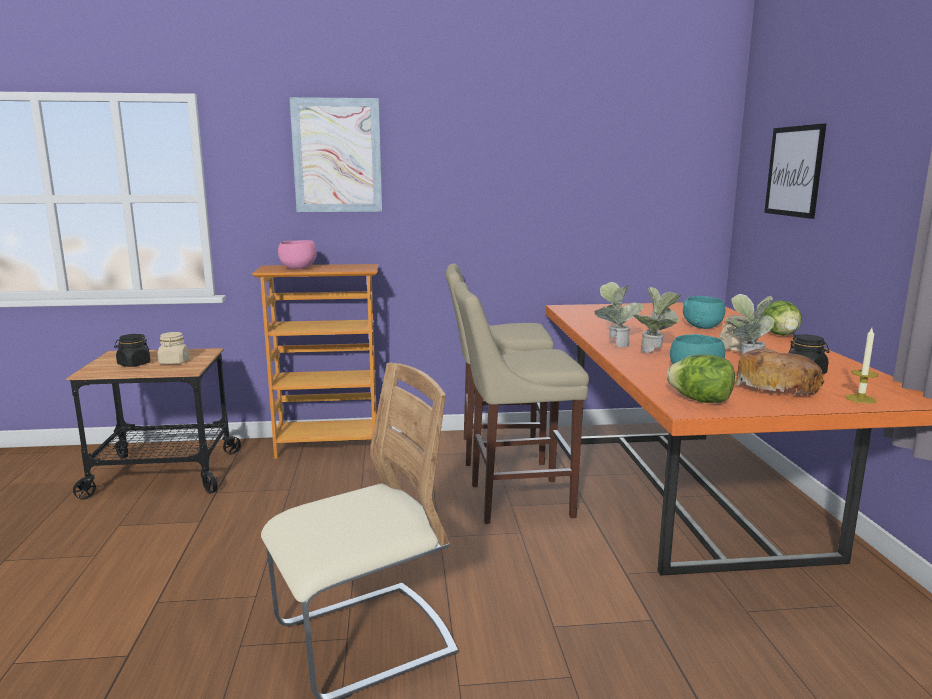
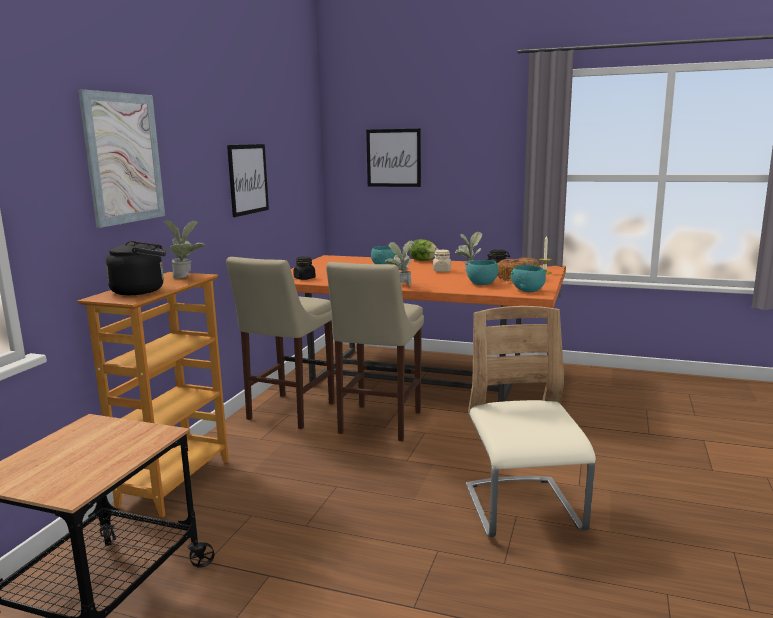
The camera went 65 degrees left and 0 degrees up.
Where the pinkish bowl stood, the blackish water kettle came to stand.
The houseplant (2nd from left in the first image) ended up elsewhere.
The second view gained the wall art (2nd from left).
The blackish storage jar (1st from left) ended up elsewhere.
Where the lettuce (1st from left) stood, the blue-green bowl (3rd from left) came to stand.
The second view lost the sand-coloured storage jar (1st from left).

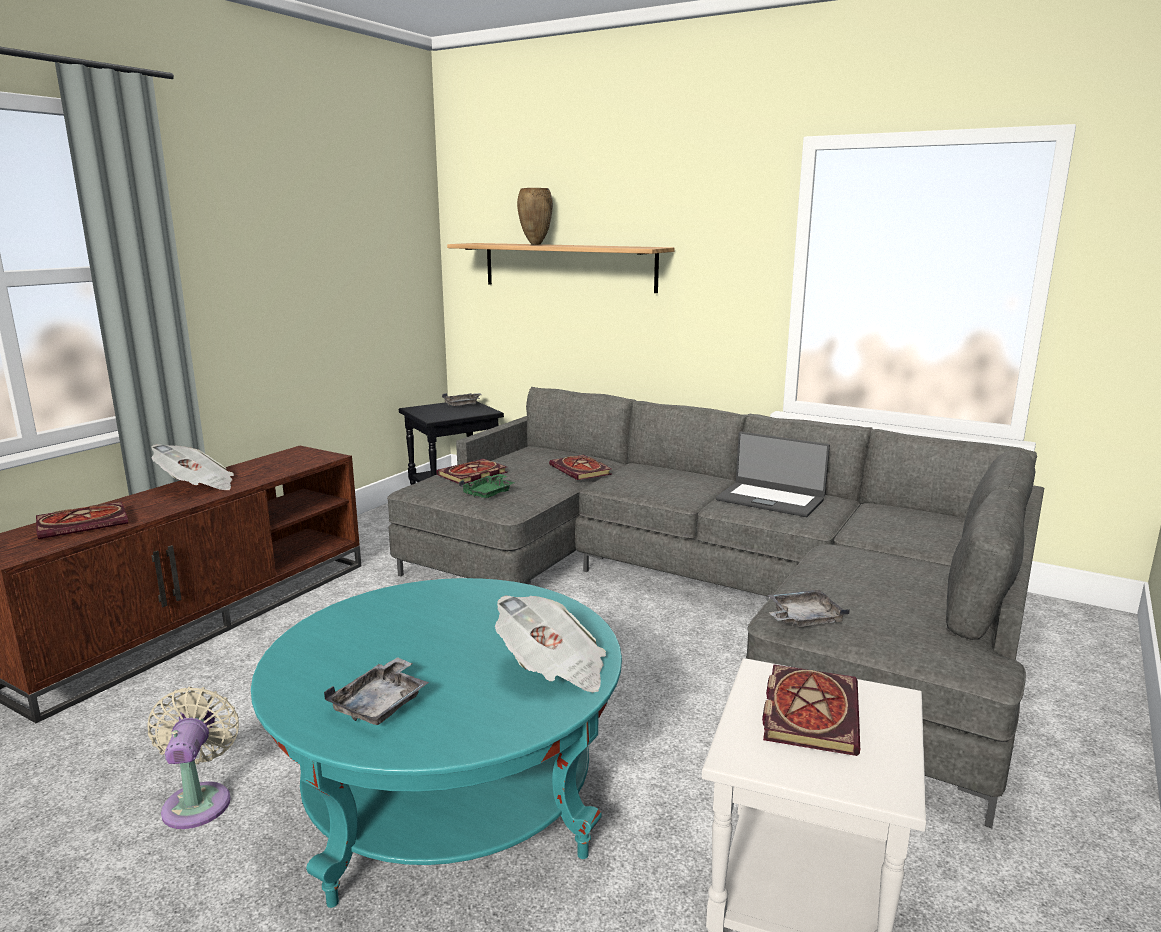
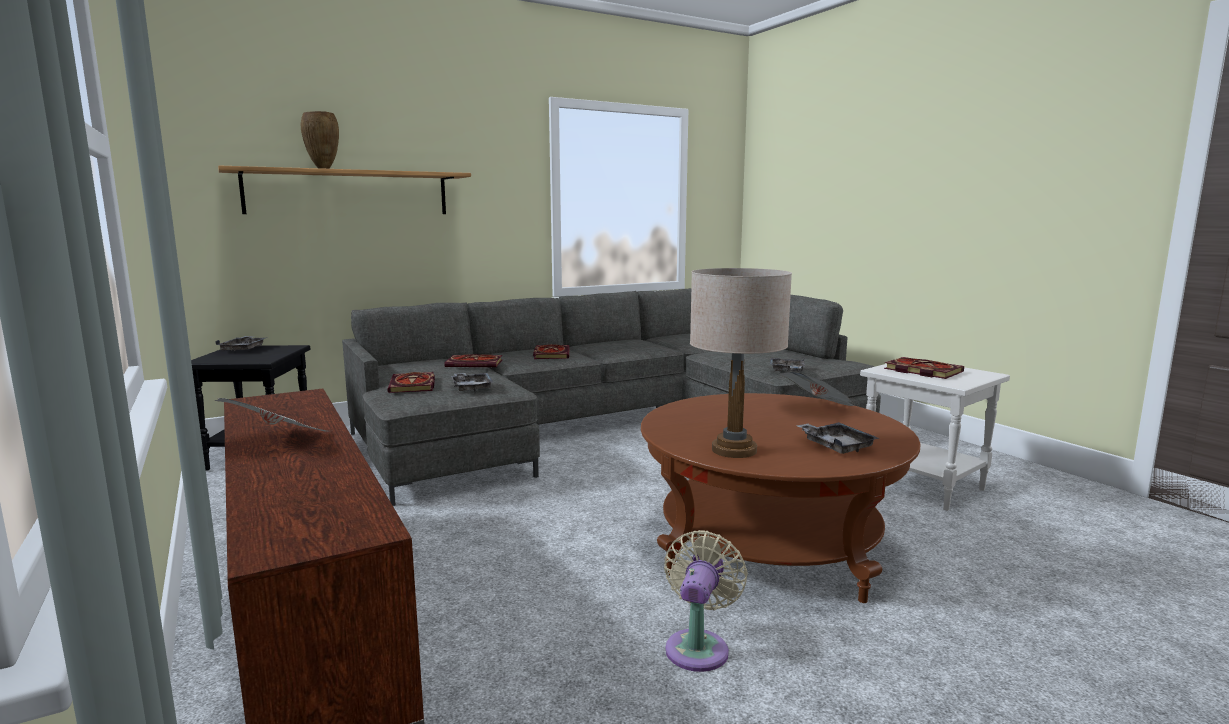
The camera went 60 degrees left and 5 degrees down.
What was the green carrying tray turned into the gray carrying tray (2nd from left).
The bound book (1st from left in the first image) ended up elsewhere.
What was the blue-green low table turned into the brownish low table.
The sand-coloured fan ended up facing another way, 90 degrees clockwise from before.
The second view gained the sand-coloured table lamp.
The second view lost the portable computer.

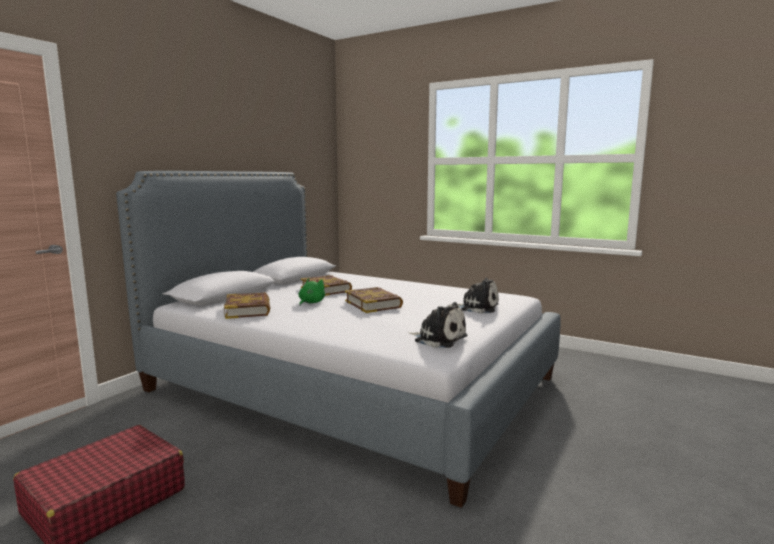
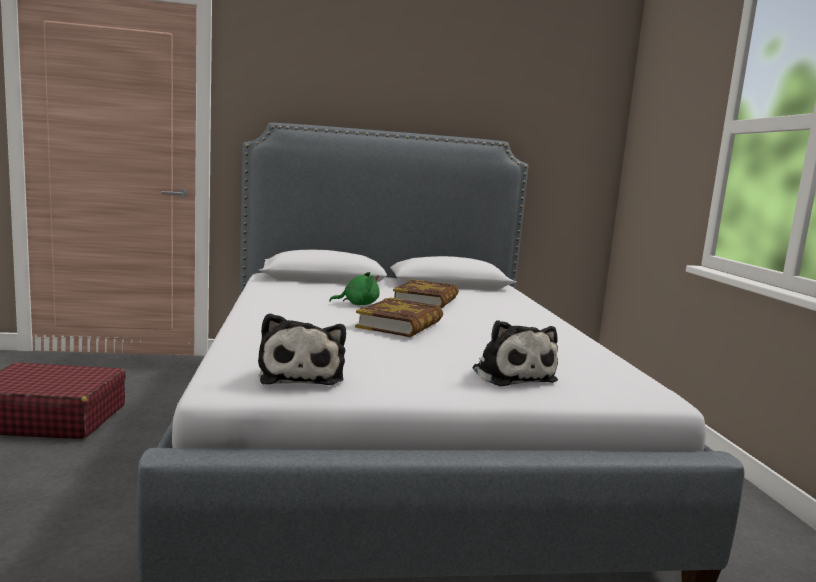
The camera went 50 degrees right and 0 degrees up.
The second view lost the bound book (1st from left).

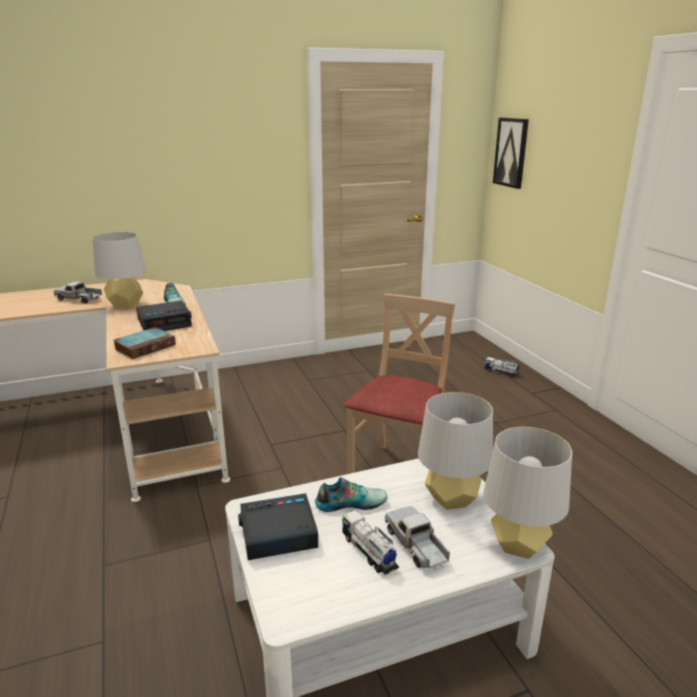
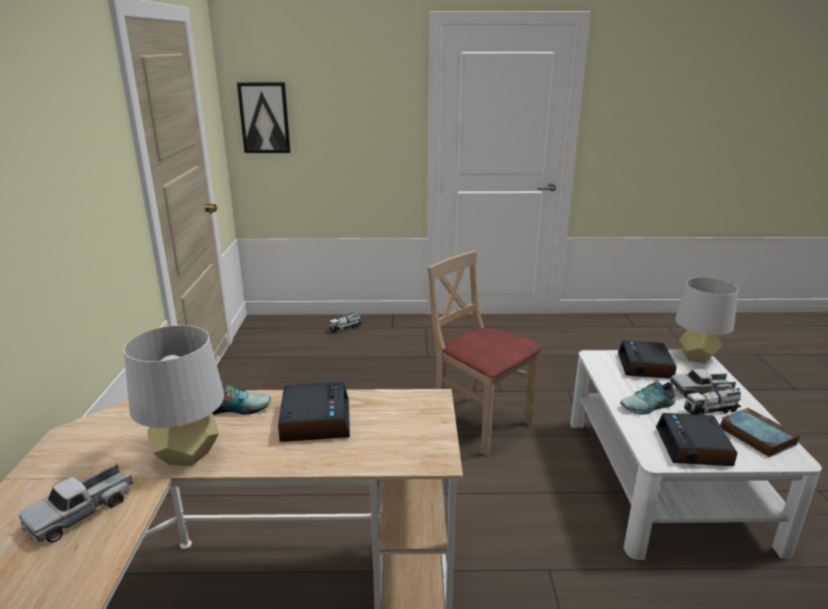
The camera went 70 degrees left and 0 degrees up.
Where the gray table lamp (2nd from left) stood, the alarm clock (2nd from left) came to stand.
The shoe (2nd from left) ended up facing another way, 120 degrees counterclockwise from before.
The bound book ended up elsewhere.

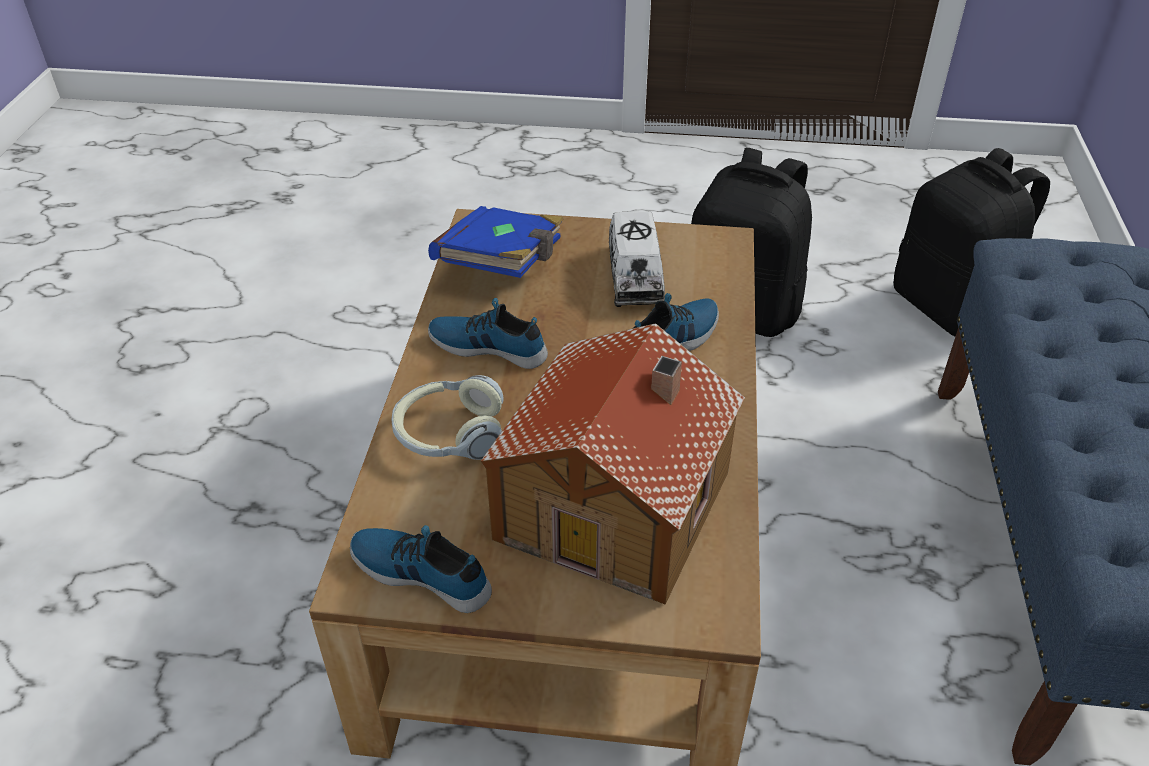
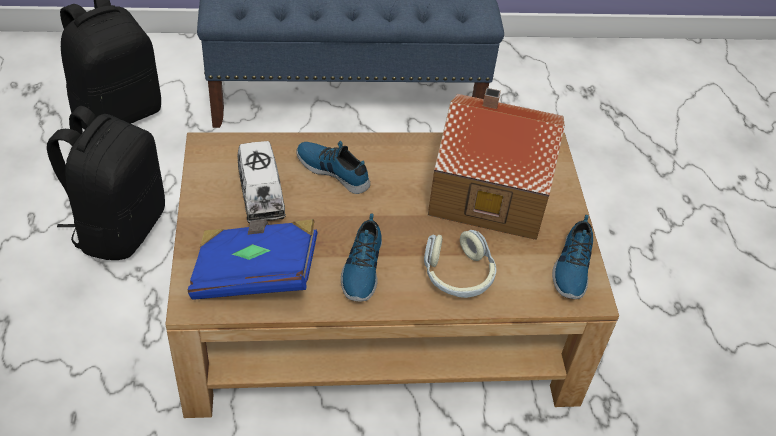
The camera went 105 degrees left and 5 degrees up.
The toy truck ended up facing another way, 90 degrees clockwise from before.

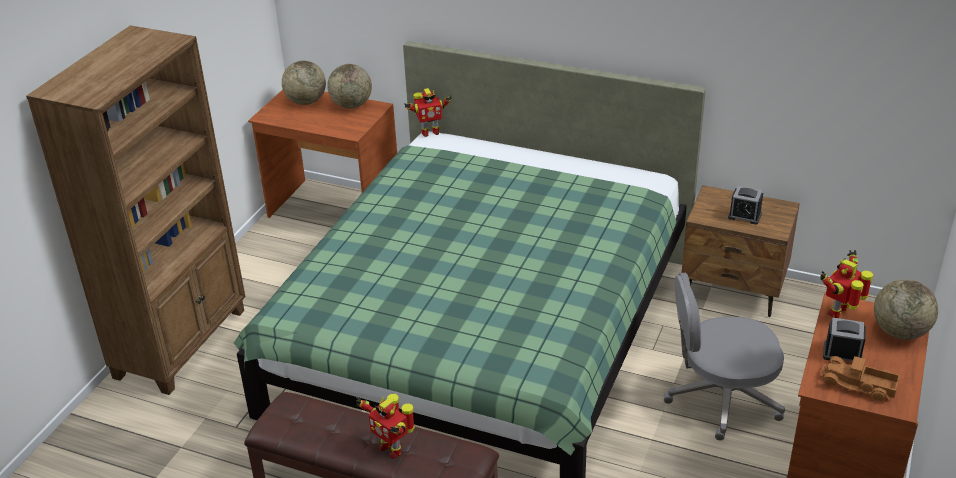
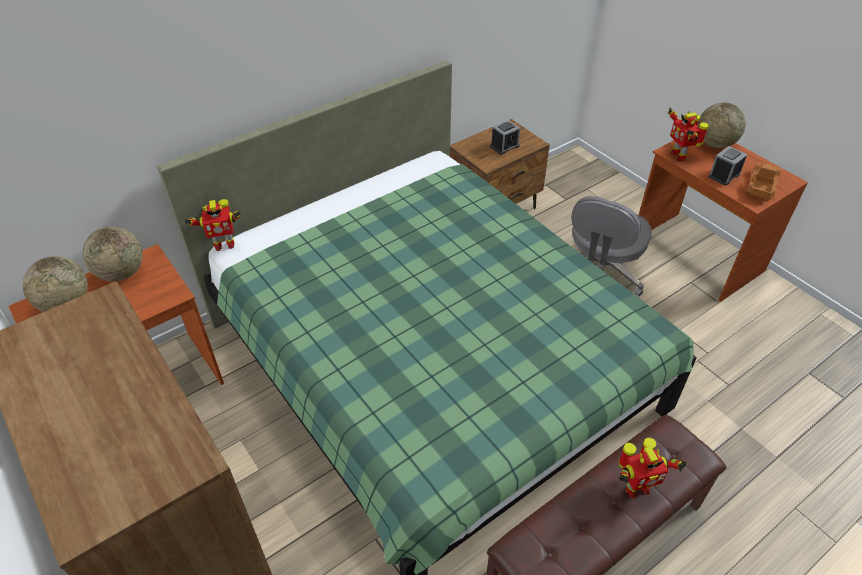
The camera went 60 degrees left and 10 degrees up.
The toy robot (2nd from left in the first image) ended up facing another way, 60 degrees clockwise from before.
The toy truck ended up facing another way, 150 degrees clockwise from before.

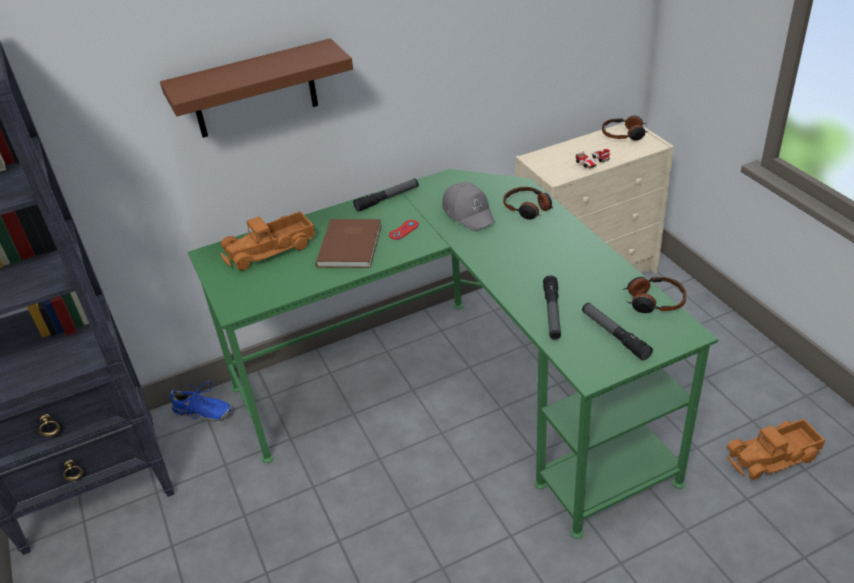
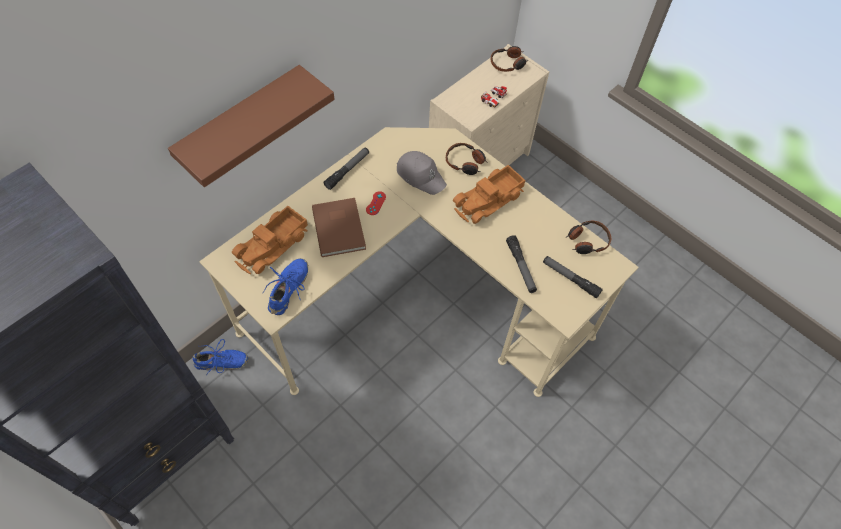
The camera went 25 degrees left and 20 degrees up.
What was the green desk unit turned into the sand-coloured desk unit.
The second view gained the blue-coloured shoe (2nd from left).
The toy truck (2nd from left) ended up elsewhere.

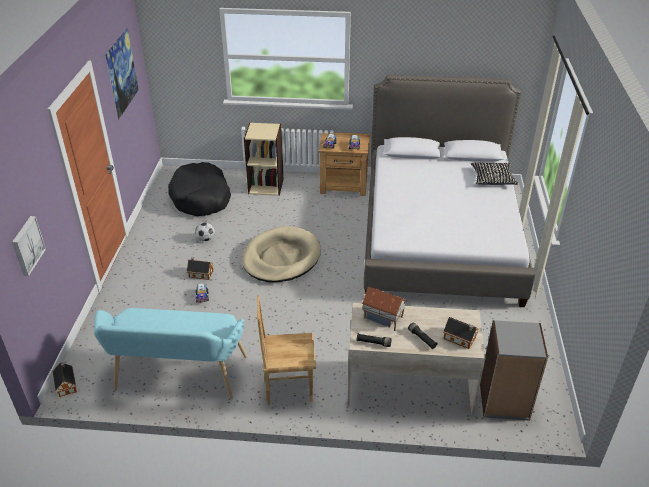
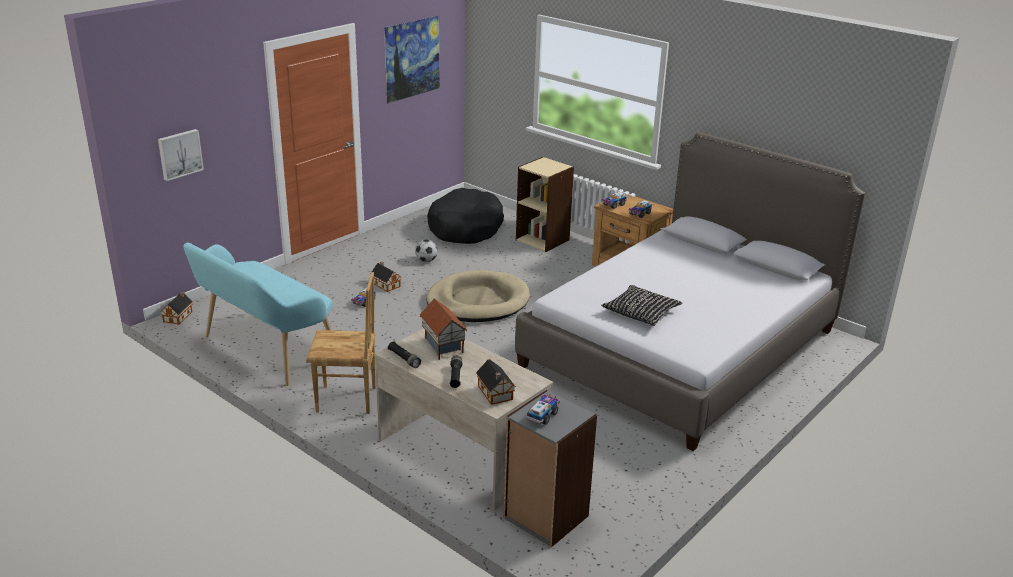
The camera went 35 degrees right and 10 degrees down.
The brownish chair ended up facing another way, 150 degrees clockwise from before.
The second view gained the toy truck (2nd from left).
The blackish pillow ended up elsewhere.

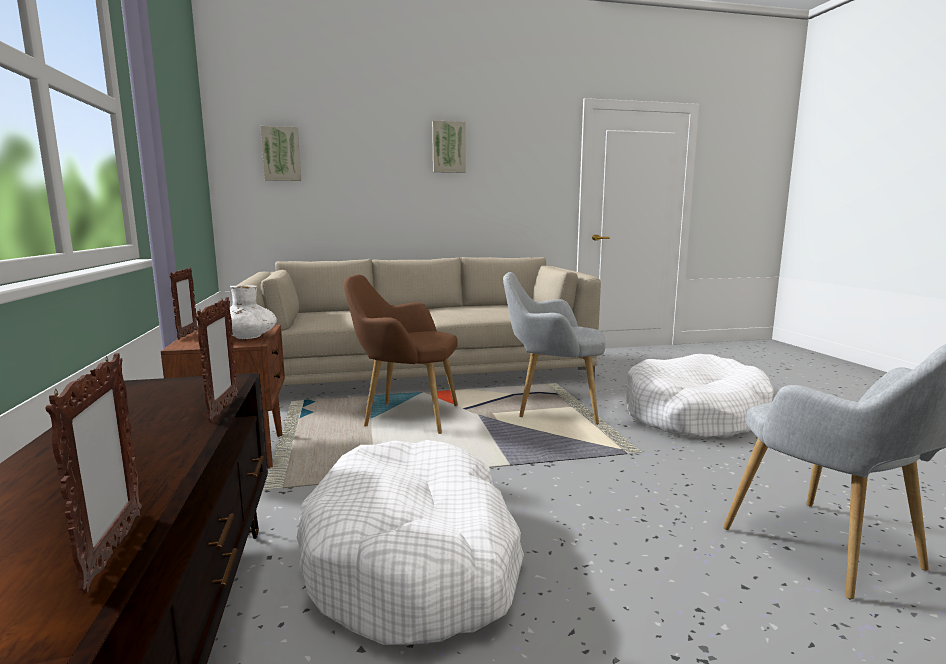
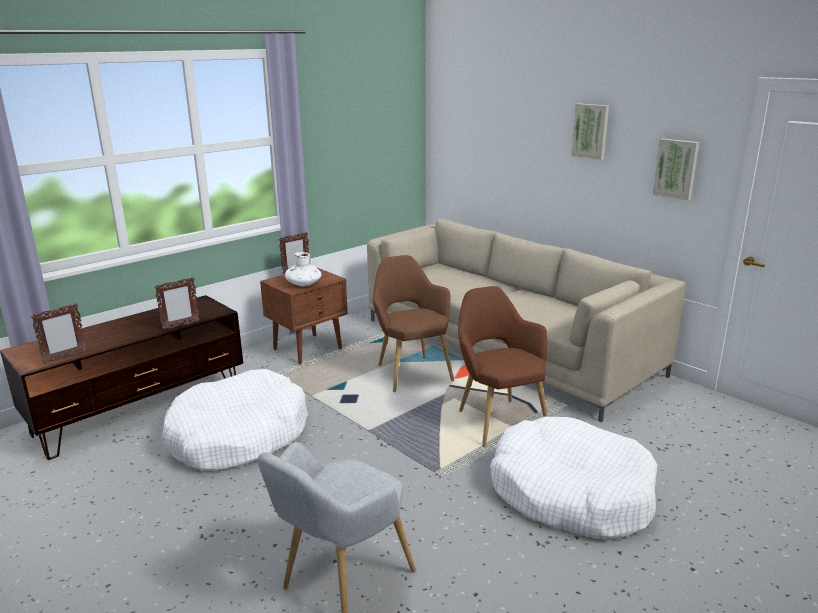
The camera went 60 degrees right and 10 degrees up.
What was the gray easy chair (1st from left) turned into the brownish easy chair (2nd from left).
The wall art (1st from left in the first image) ended up elsewhere.

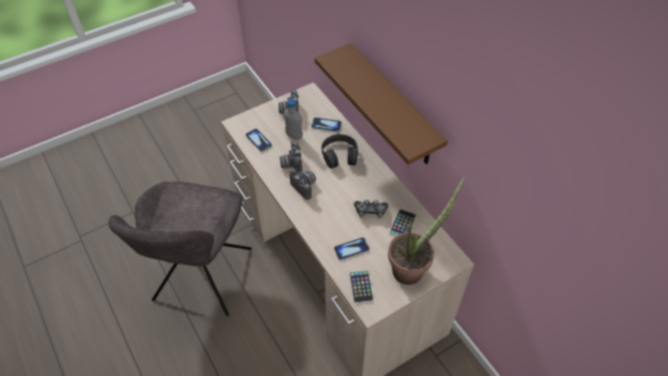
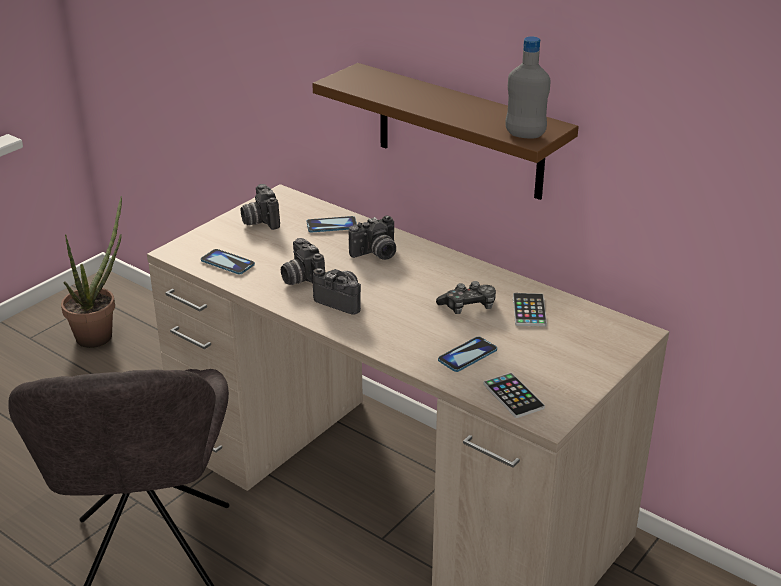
The camera went 20 degrees left and 20 degrees down.
The houseplant ended up elsewhere.
Where the blackish headphones stood, the still camera (4th from left) came to stand.
The gray drink bottle ended up elsewhere.

